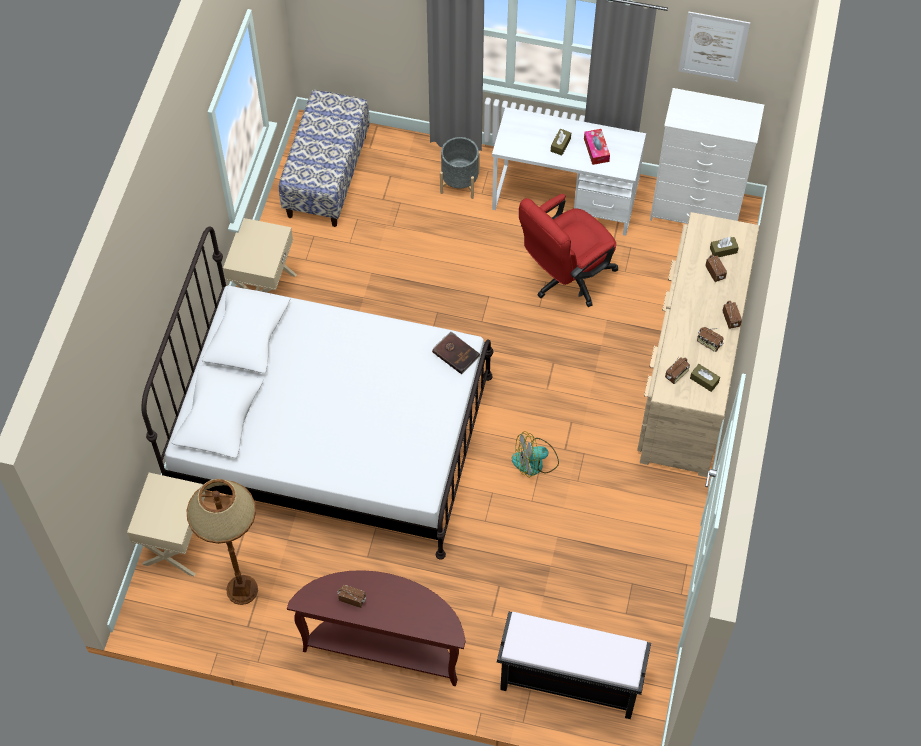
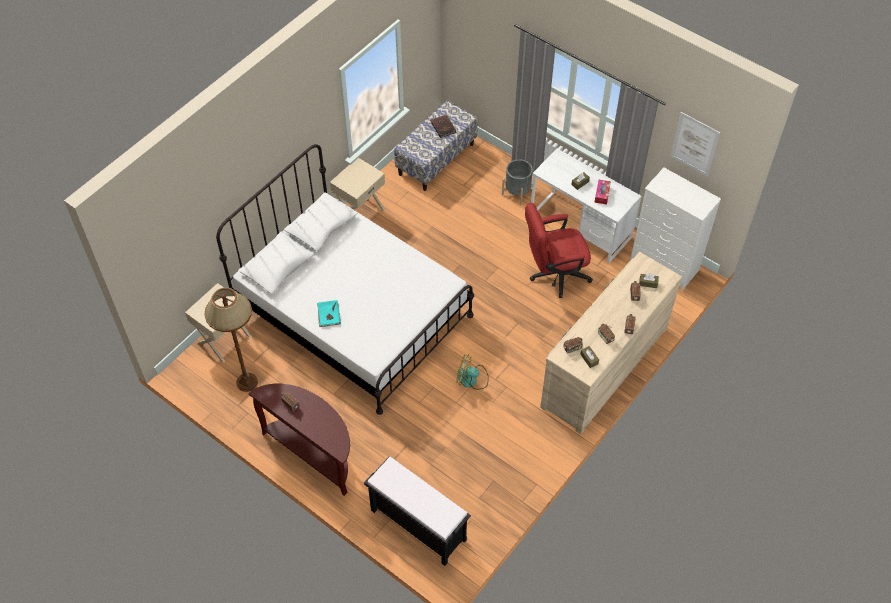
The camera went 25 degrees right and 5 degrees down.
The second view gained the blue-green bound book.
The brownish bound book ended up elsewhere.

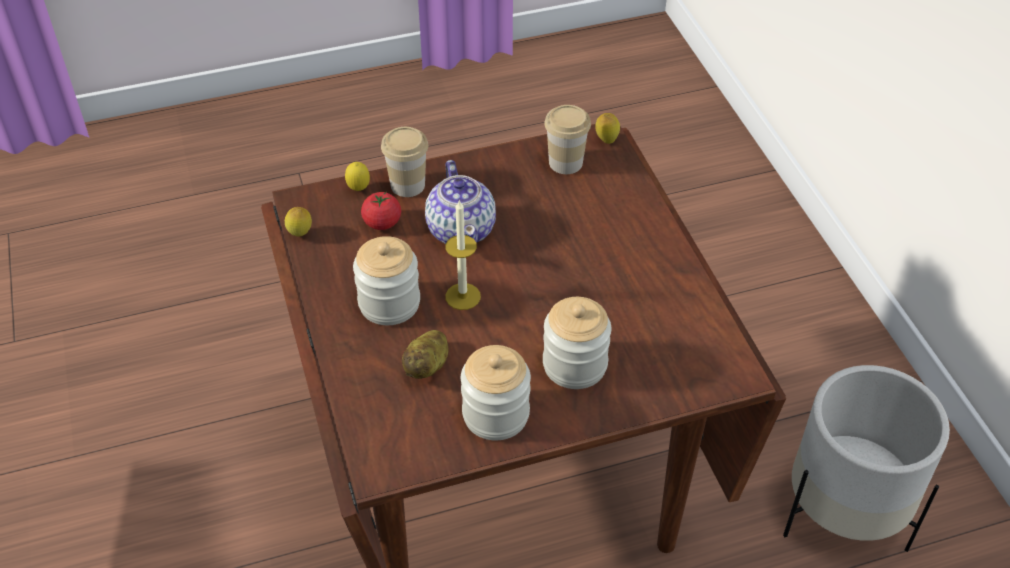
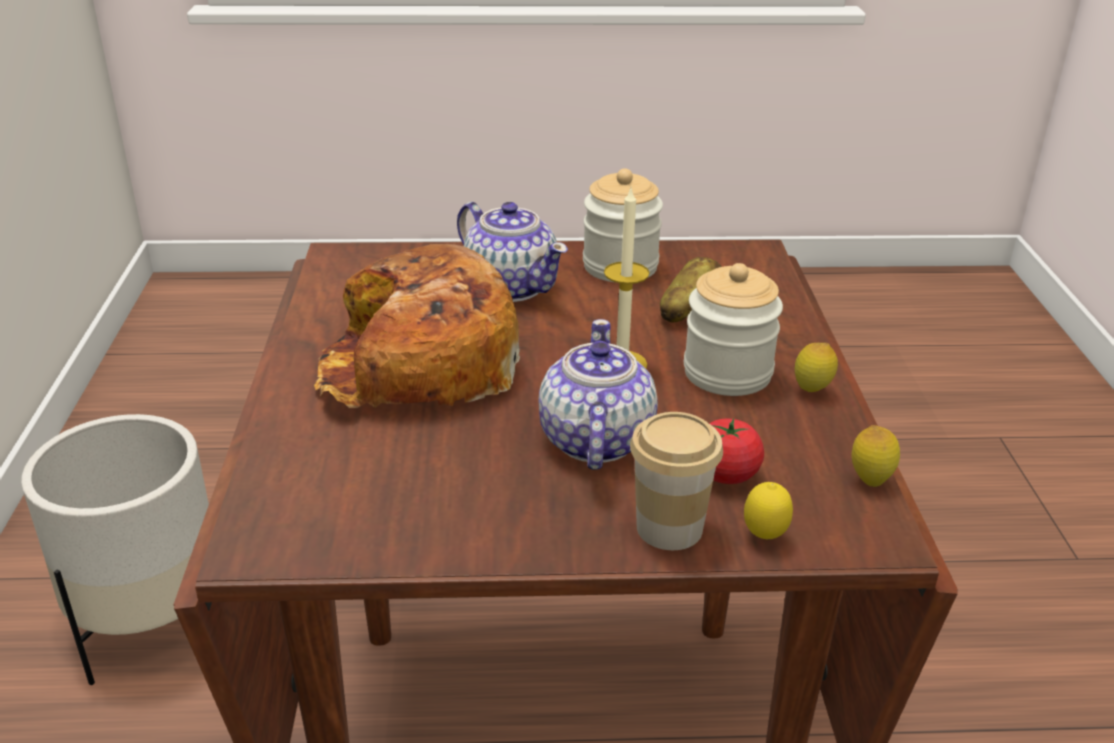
The camera went 165 degrees left and 15 degrees down.
The second view gained the bread.
Where the storage jar (3rd from left) stood, the teapot (1st from left) came to stand.
The citrus fruit (3rd from left in the first image) ended up elsewhere.
The second view lost the drinking cup (2nd from left).

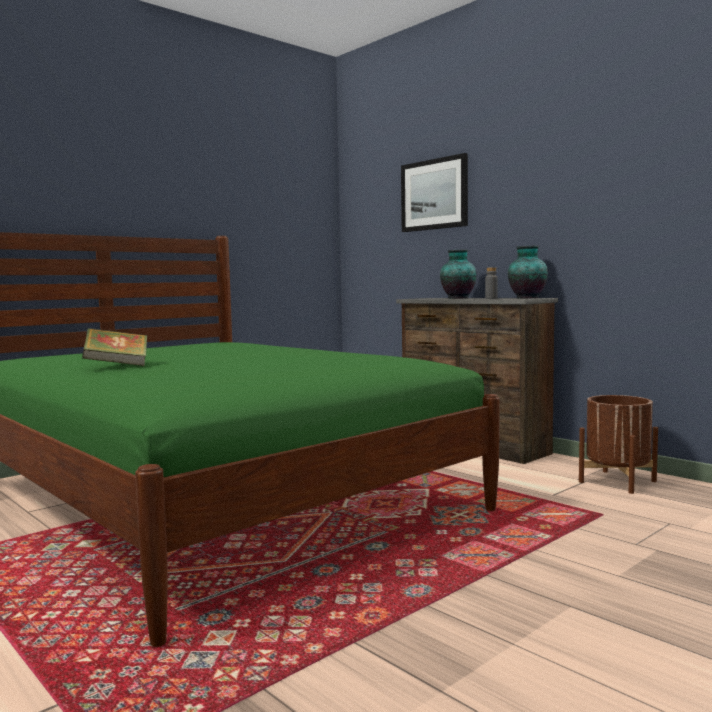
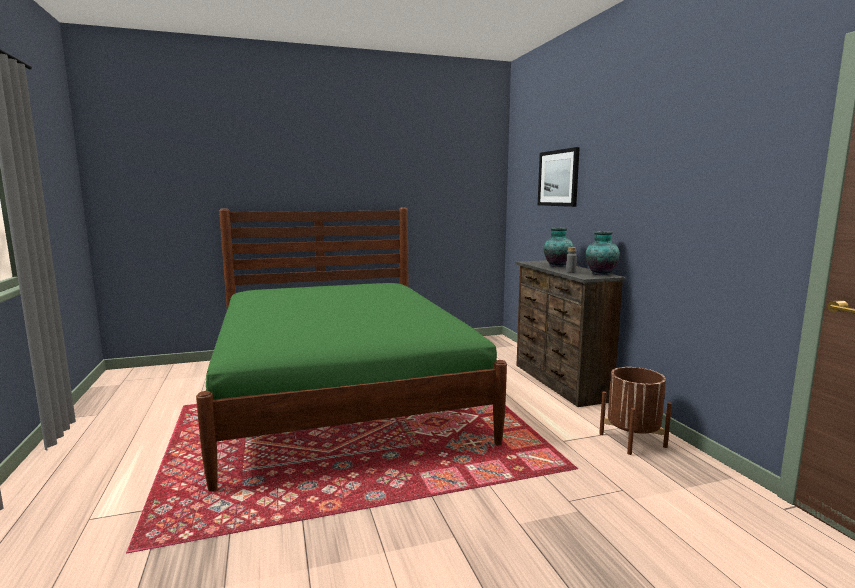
The camera went 25 degrees right and 5 degrees up.
The second view lost the bound book.

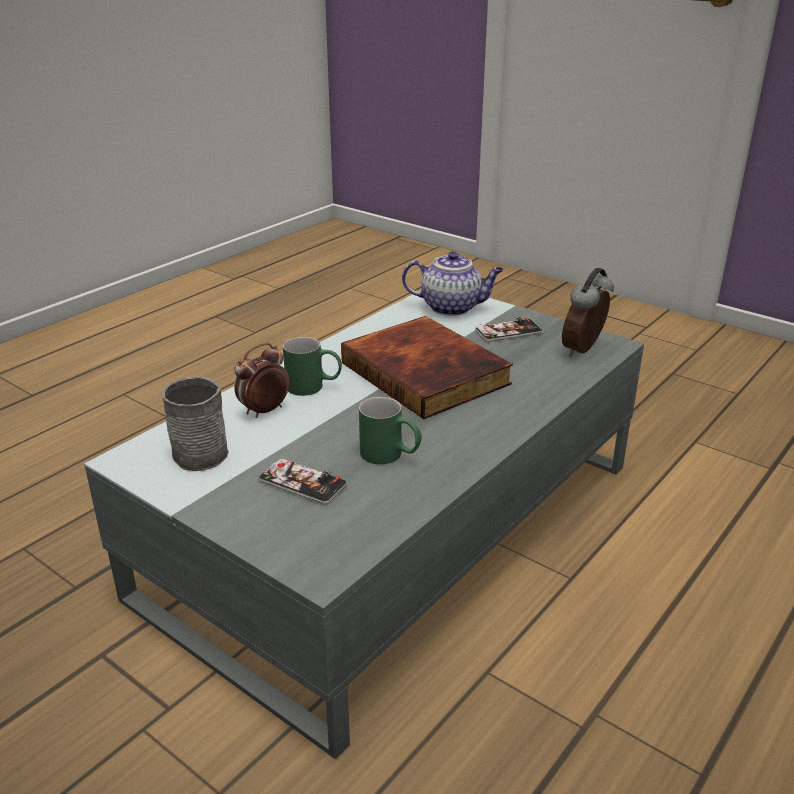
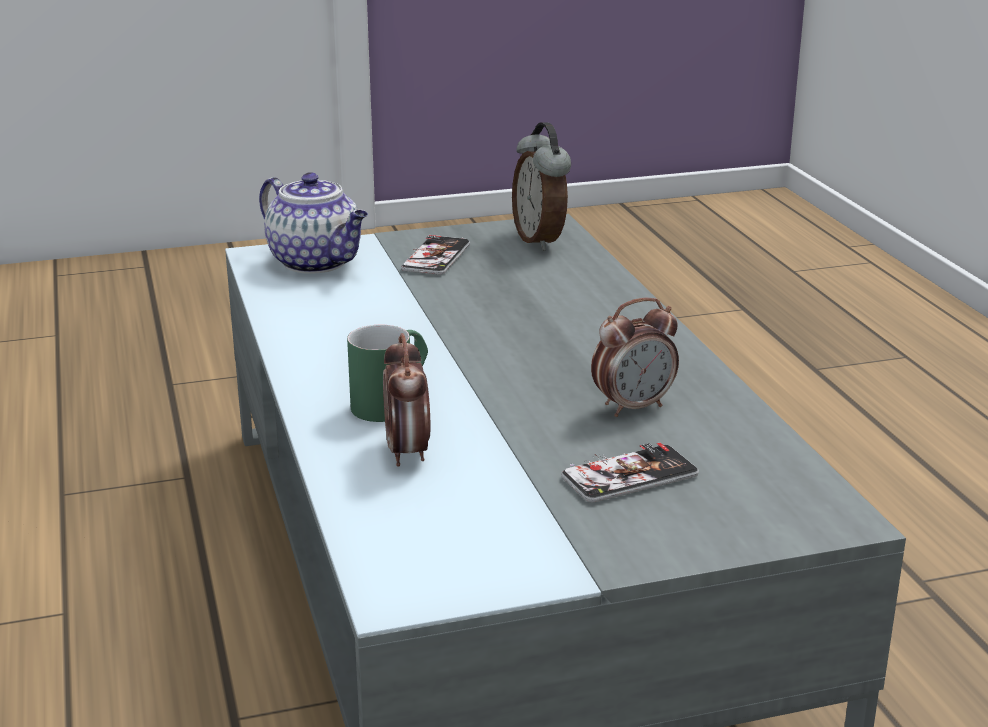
The camera went 55 degrees left and 5 degrees down.
The teapot ended up facing another way, 90 degrees clockwise from before.
Where the green tea mug (2nd from left) stood, the alarm clock (3rd from left) came to stand.
The second view lost the gray tea mug.
The second view lost the bound book.

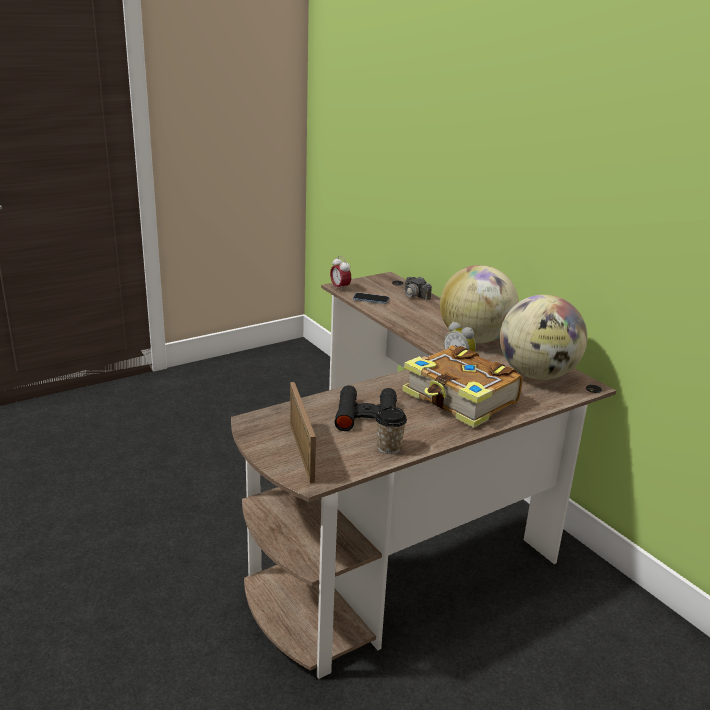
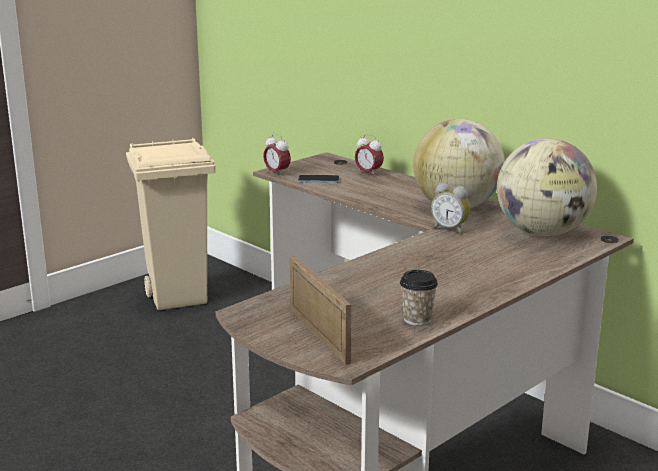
The camera went 10 degrees left and 5 degrees down.
The second view gained the sand-coloured waste bin.
Where the still camera stood, the alarm clock (2nd from left) came to stand.
The second view lost the blackish binoculars.
The second view lost the bound book.

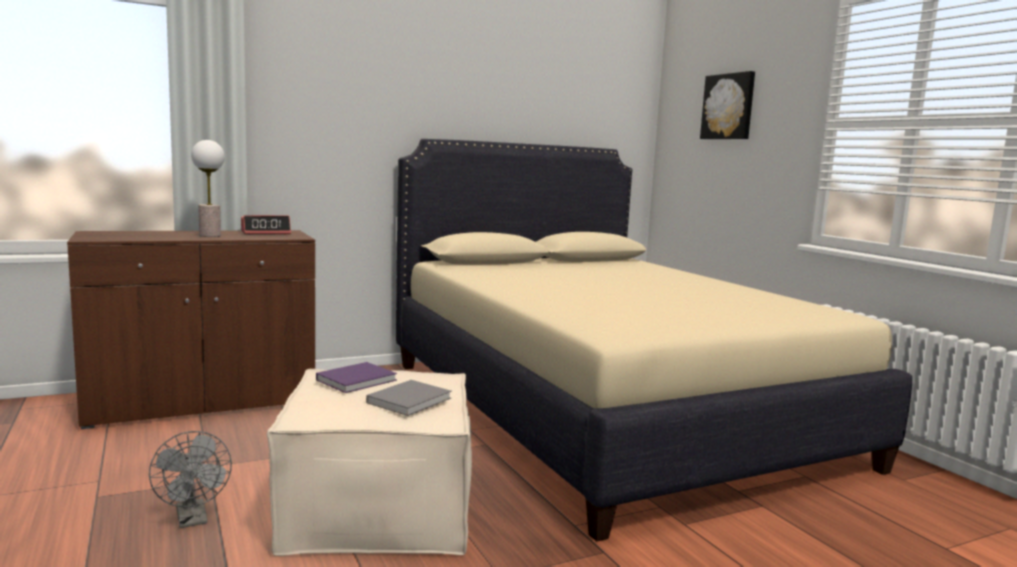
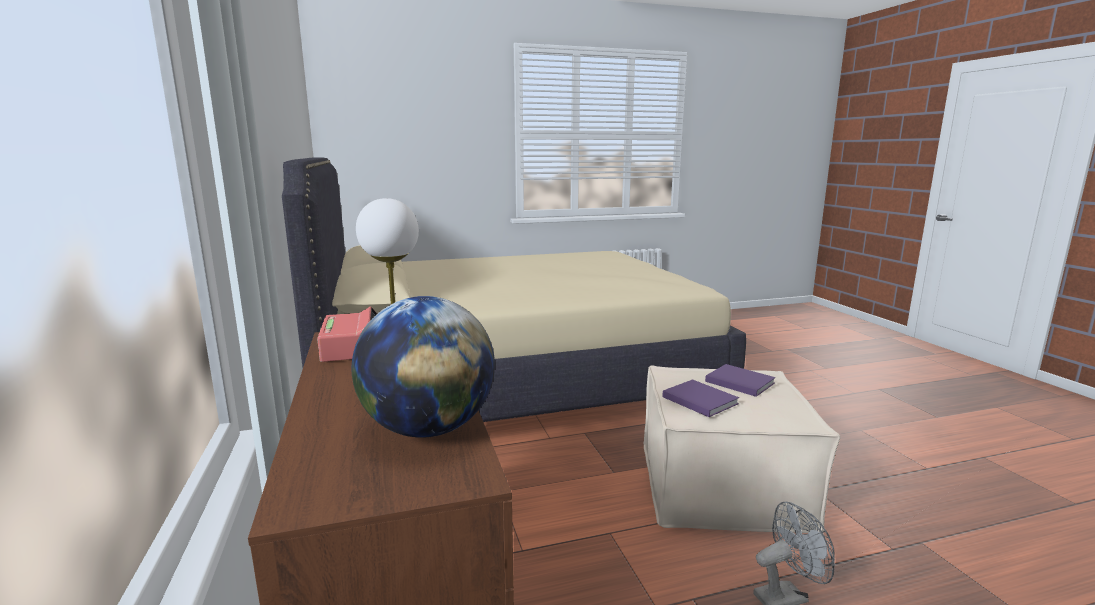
The camera went 80 degrees left and 5 degrees up.
The second view gained the desk globe.
What was the gray bound book turned into the purple-coloured bound book (2nd from left).
The second view lost the wall art.

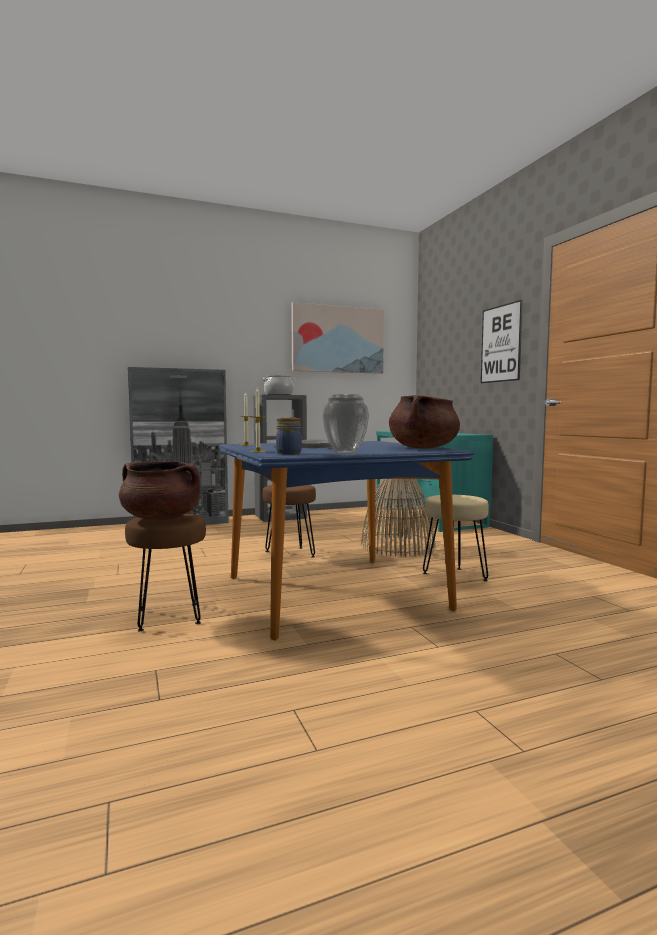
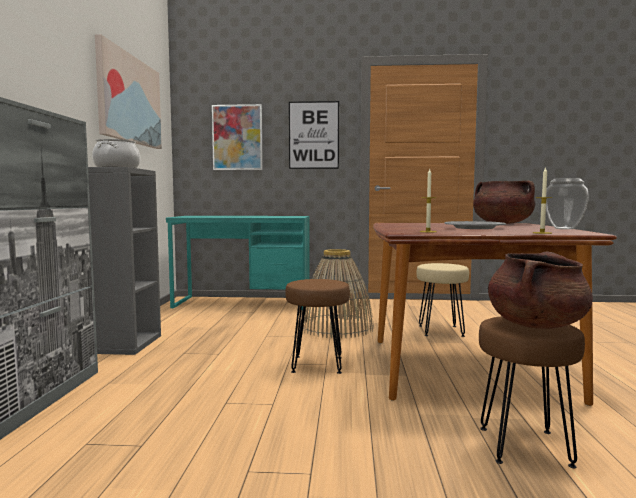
The camera went 65 degrees left and 0 degrees up.
The second view gained the wall art (2nd from left).
What was the blue-coloured dining table turned into the brownish dining table.
The second view lost the storage jar.

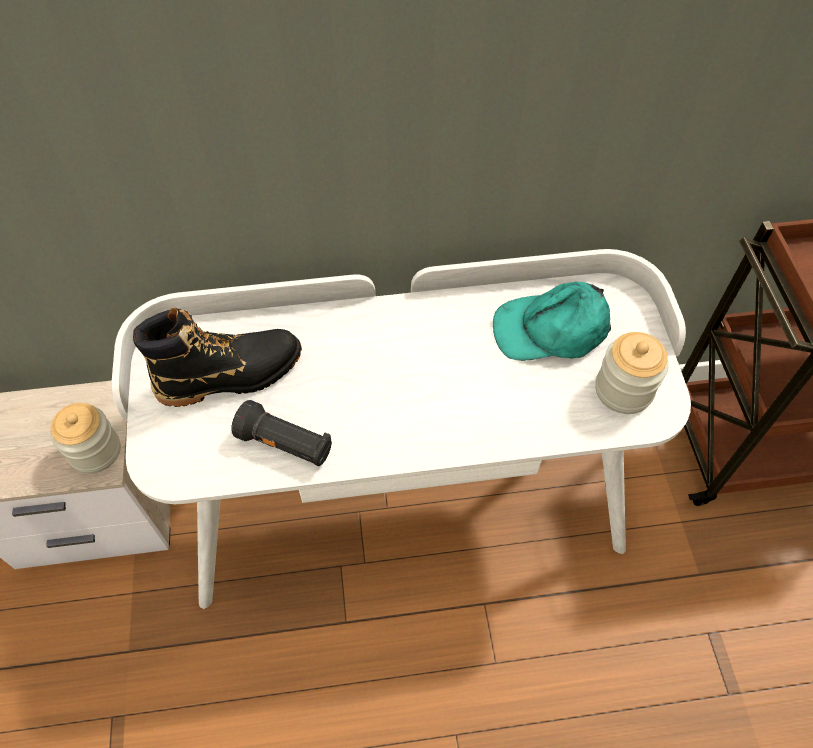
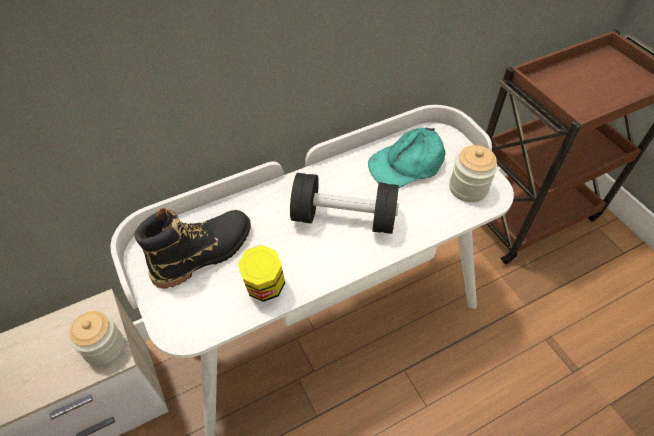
The camera went 20 degrees left and 5 degrees down.
Where the blackish torch stood, the storage jar (2nd from left) came to stand.
The second view gained the blackish dumbbell.

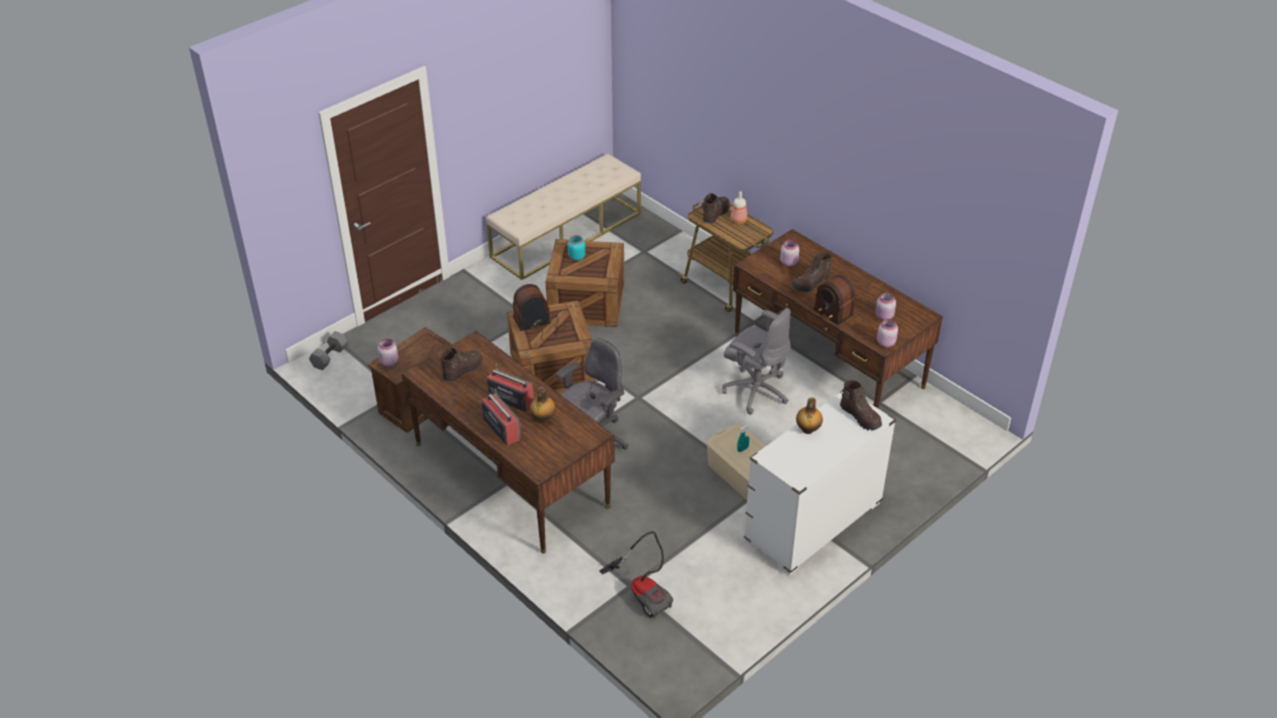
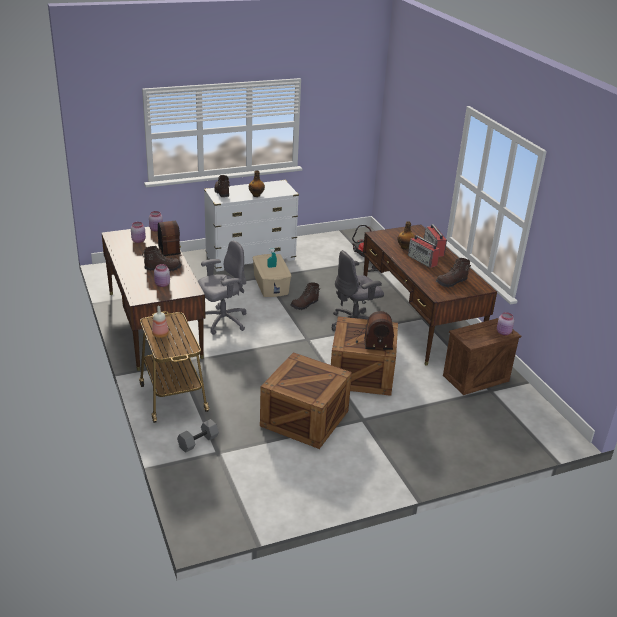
The camera went 160 degrees left and 10 degrees down.
The gray dumbbell ended up elsewhere.
The gray desk chair (2nd from left in the first image) ended up facing another way, 90 degrees clockwise from before.
The brownish tall boot (2nd from left in the first image) ended up elsewhere.
The second view lost the sand-coloured bench.
The second view lost the blue-green storage jar.

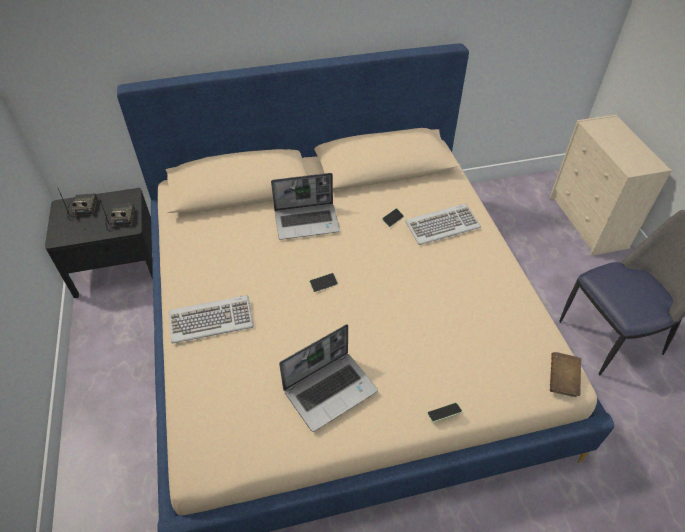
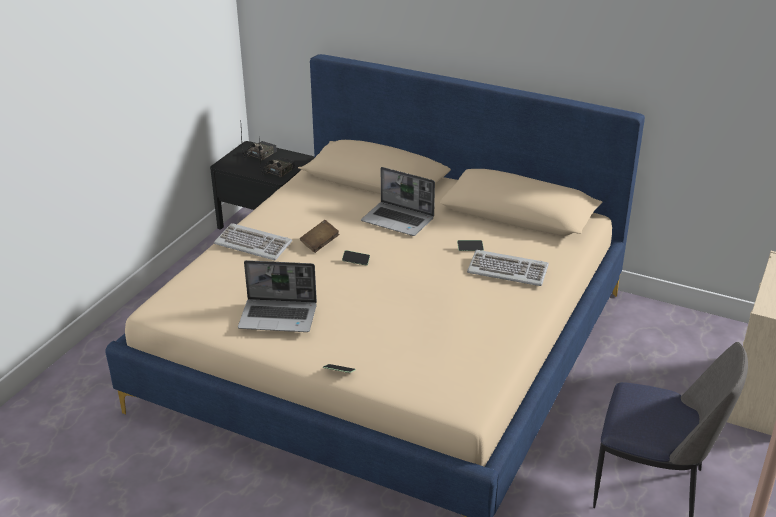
The camera went 40 degrees right and 15 degrees down.
The brownish bound book ended up elsewhere.

